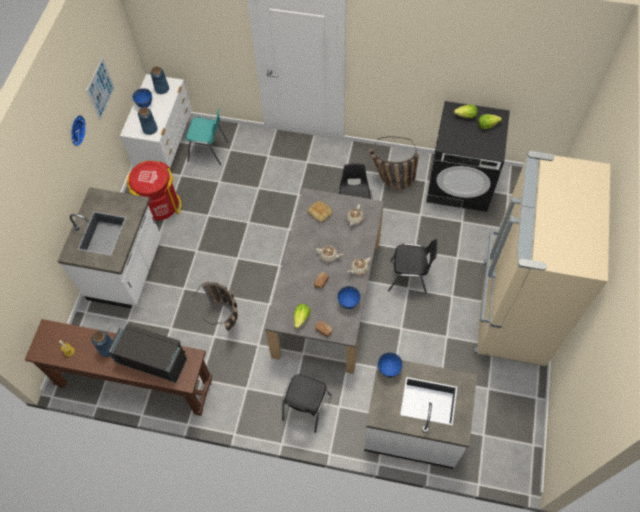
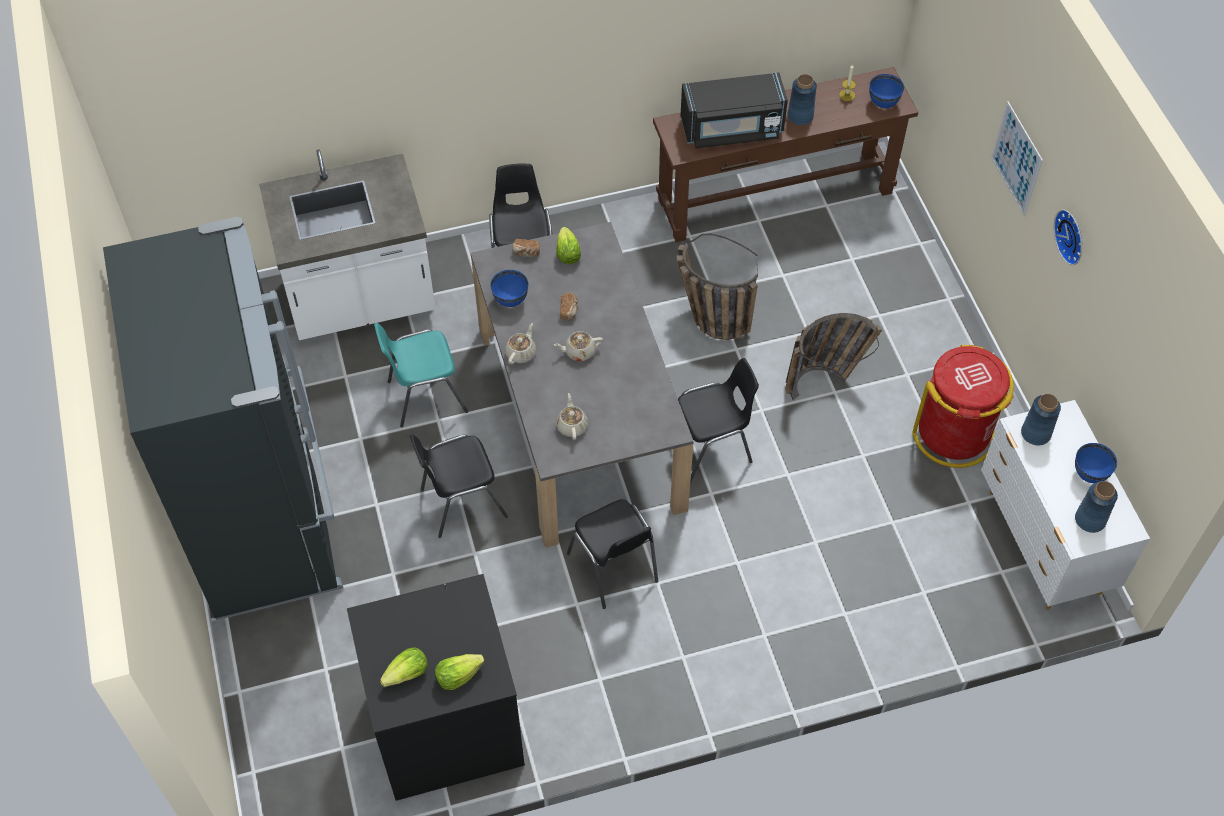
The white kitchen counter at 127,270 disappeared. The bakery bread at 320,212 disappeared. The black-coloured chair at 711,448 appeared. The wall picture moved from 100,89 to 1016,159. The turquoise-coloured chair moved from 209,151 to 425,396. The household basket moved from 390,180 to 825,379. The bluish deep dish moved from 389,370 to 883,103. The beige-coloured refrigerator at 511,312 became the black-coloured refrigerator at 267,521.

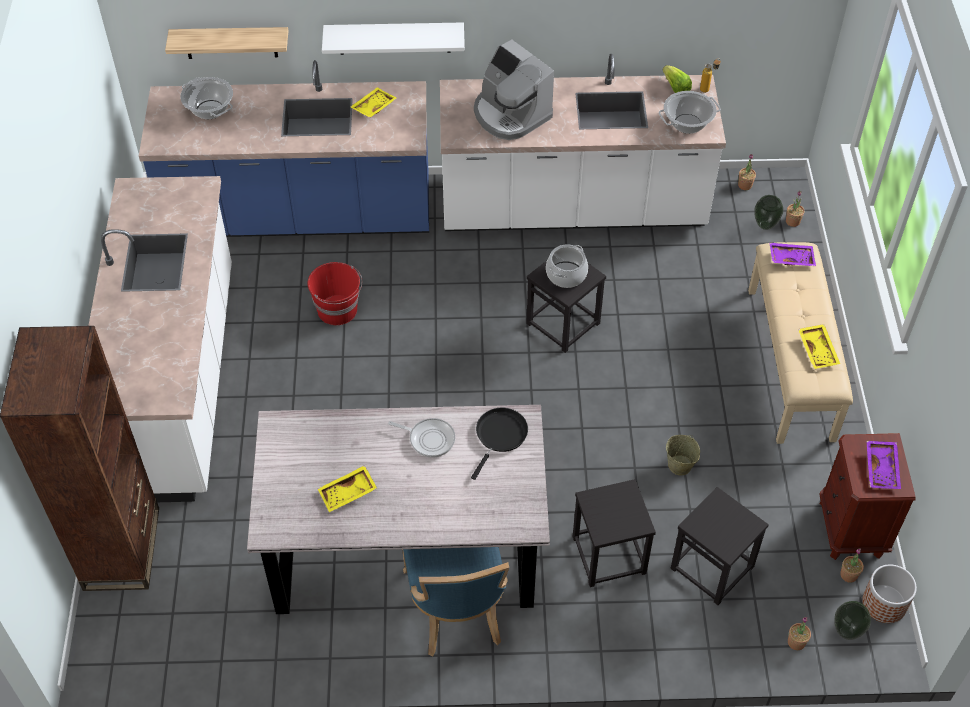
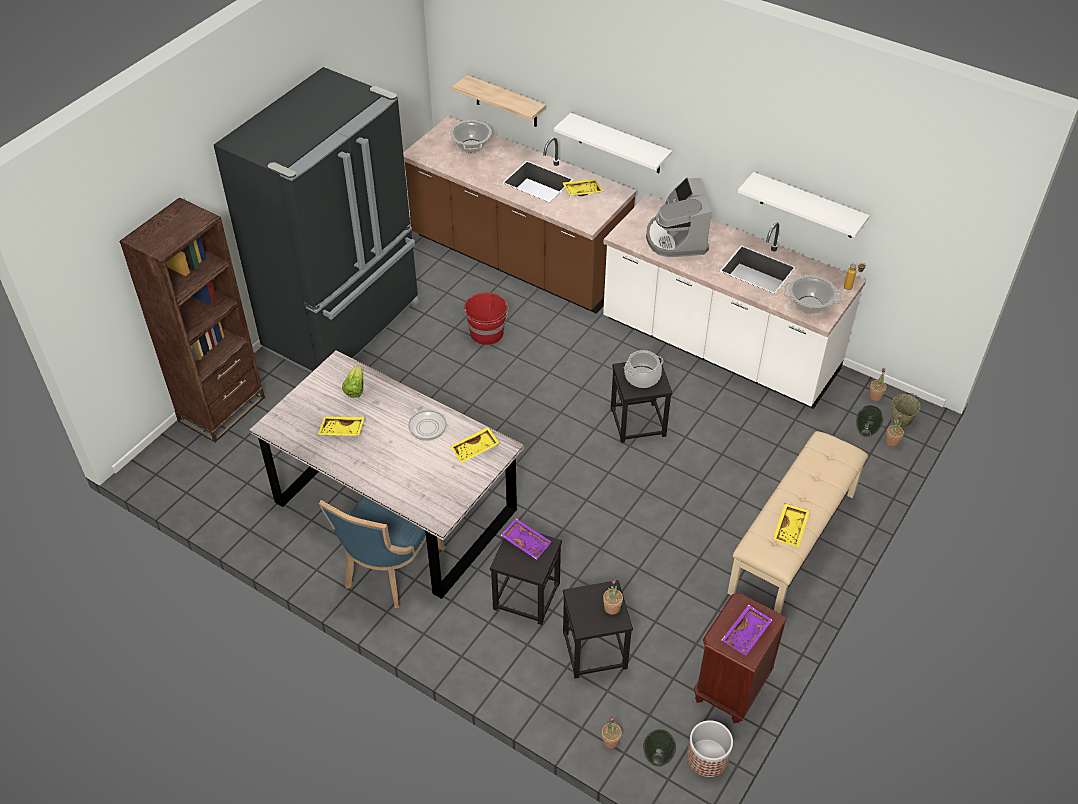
The white shelf at 807,206 appeared. The head of lettuce moved from 675,88 to 355,388. The beige-coloured bucket moved from 680,465 to 901,421. The purple tray moved from 791,258 to 526,542. The plant in a pot moved from 848,575 to 612,608. The white kitchen counter at 177,381 was replaced by the black-coloured refrigerator at 345,326. The black-coloured pan at 500,436 was replaced by the yellow tray at 475,449. The bluish kitchen counter at 300,214 became the brown-coloured kitchen counter at 517,260.

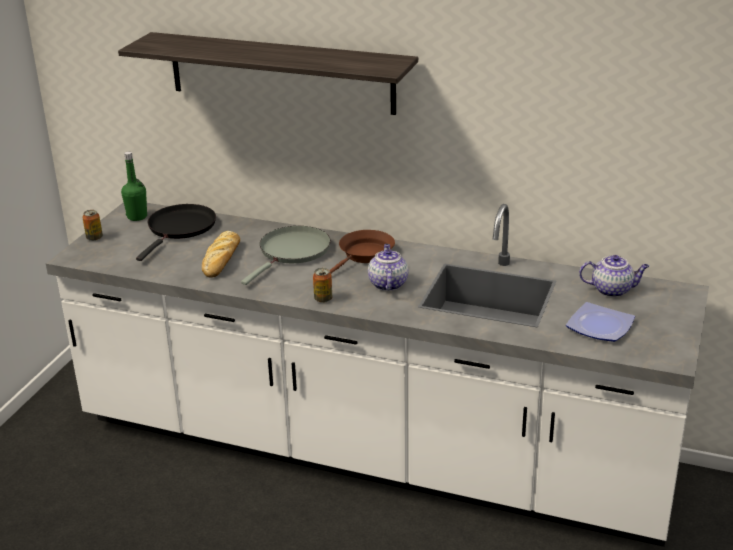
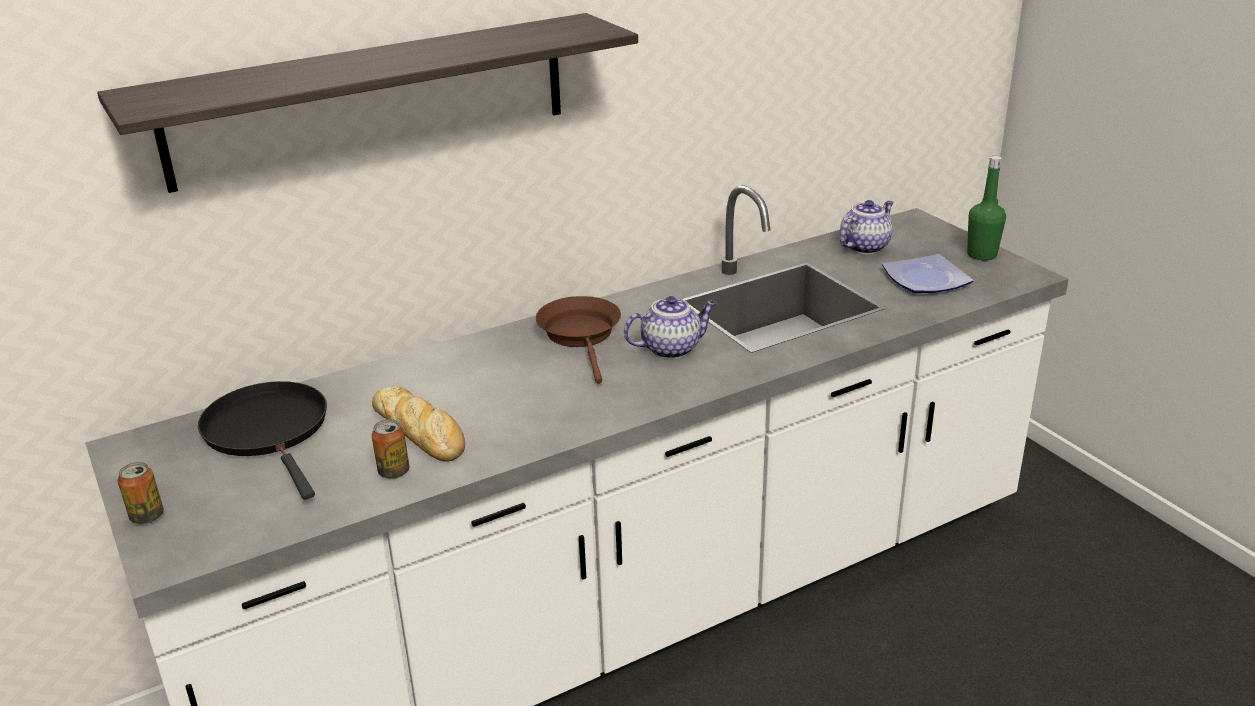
The greyish pan at 292,252 disappeared. The greenish beverage bottle moved from 137,217 to 981,255. The sealed can moved from 323,299 to 393,472. The teapot at 387,284 turned 120 degrees clockwise.

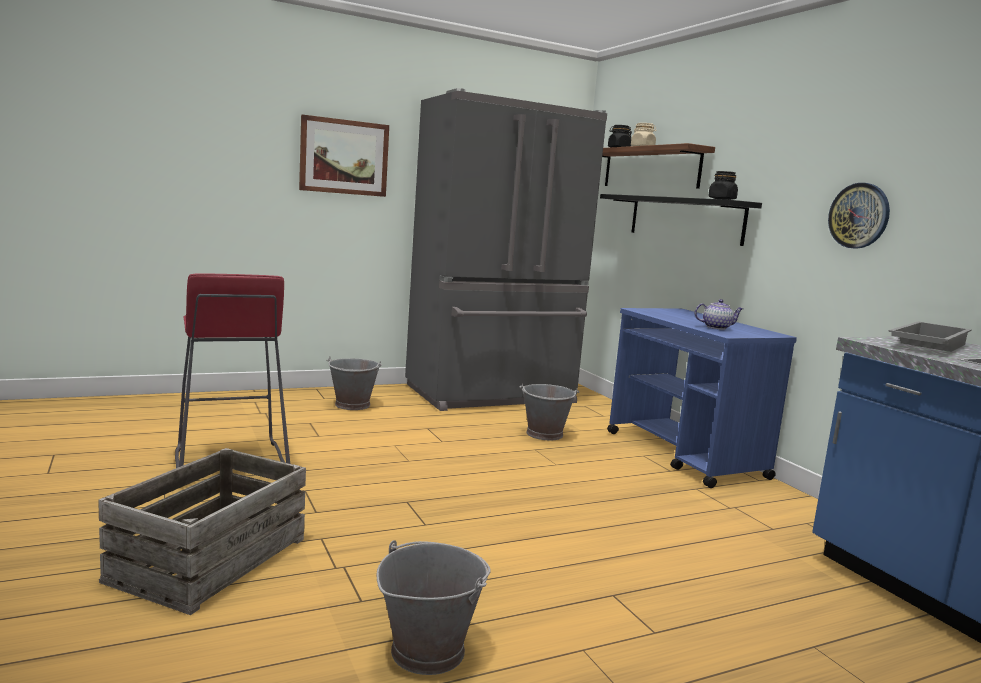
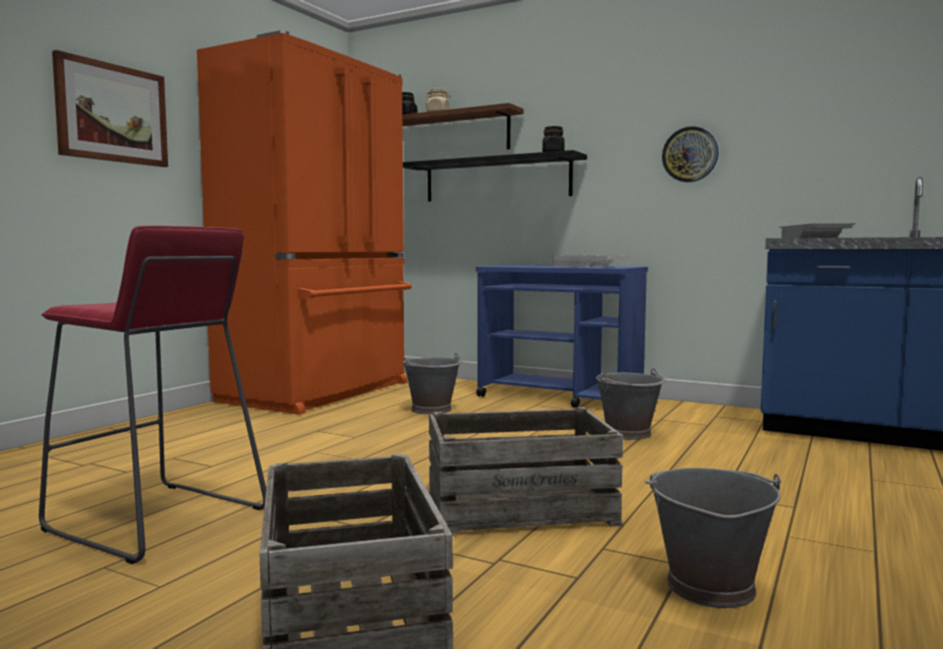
The crate at 519,507 appeared. The greyish bucket moved from 353,405 to 628,433. The teapot at 716,327 was replaced by the white tray at 588,266. The greyish refrigerator at 492,395 became the orangey refrigerator at 320,393.

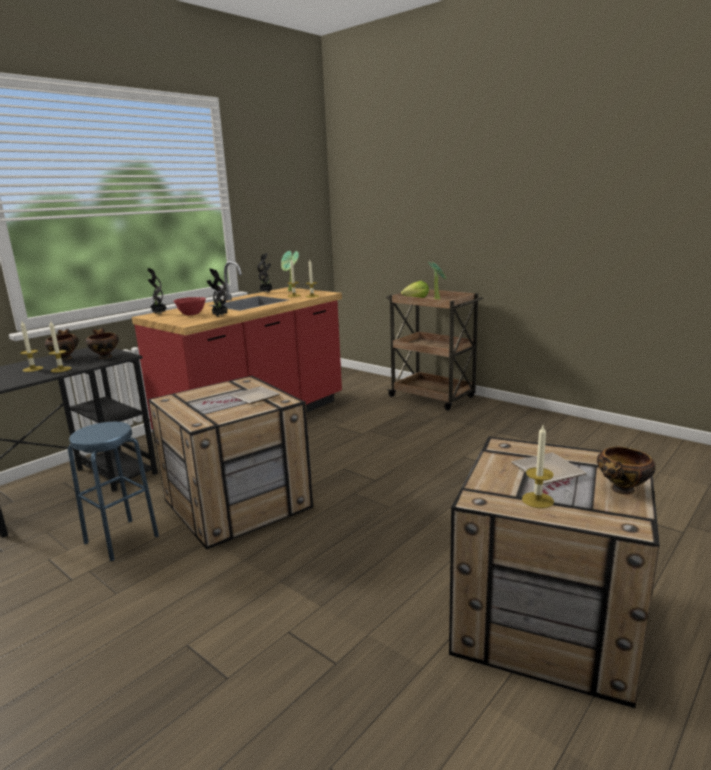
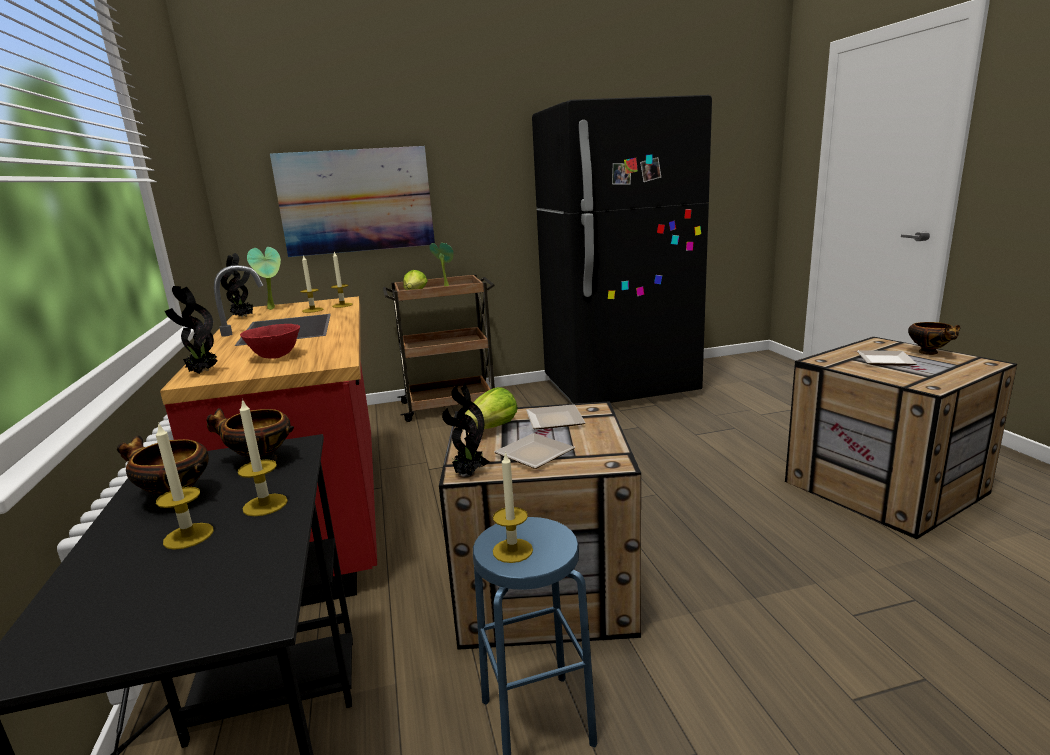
The wall picture at 356,201 appeared. The head of lettuce at 492,429 appeared. The plate at 531,454 appeared. The black-coloured refrigerator at 619,388 appeared. The plant in a pot moved from 219,316 to 469,474. The candle moved from 537,500 to 512,550.

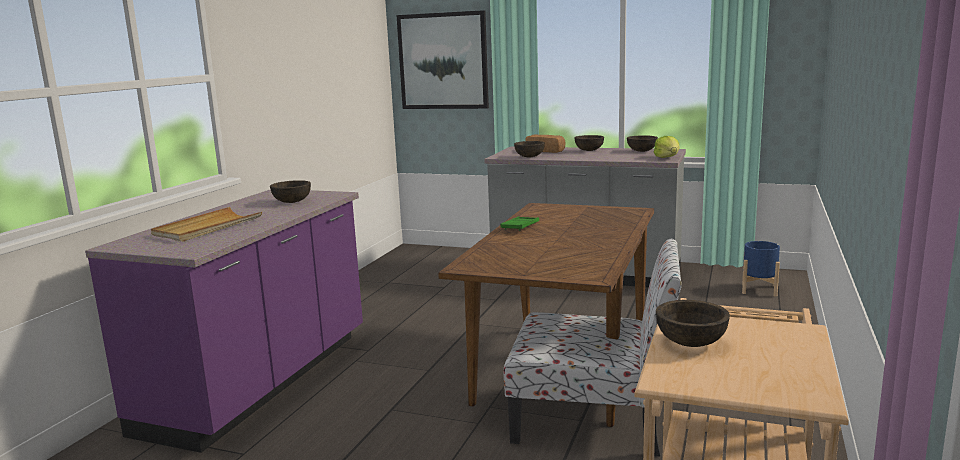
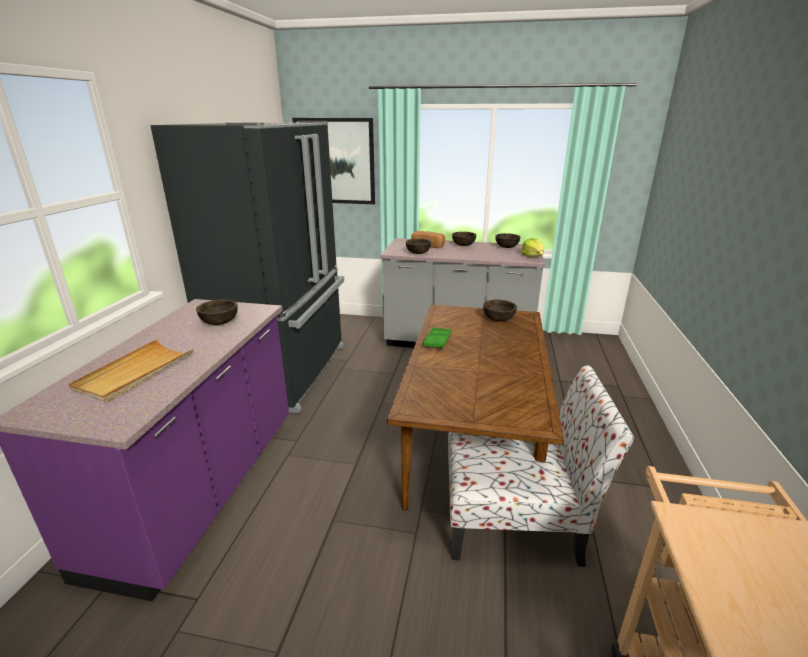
The bluish flower pot at 759,289 disappeared. The black-coloured refrigerator at 287,372 appeared. The brown-coloured deep dish moved from 690,342 to 498,319.

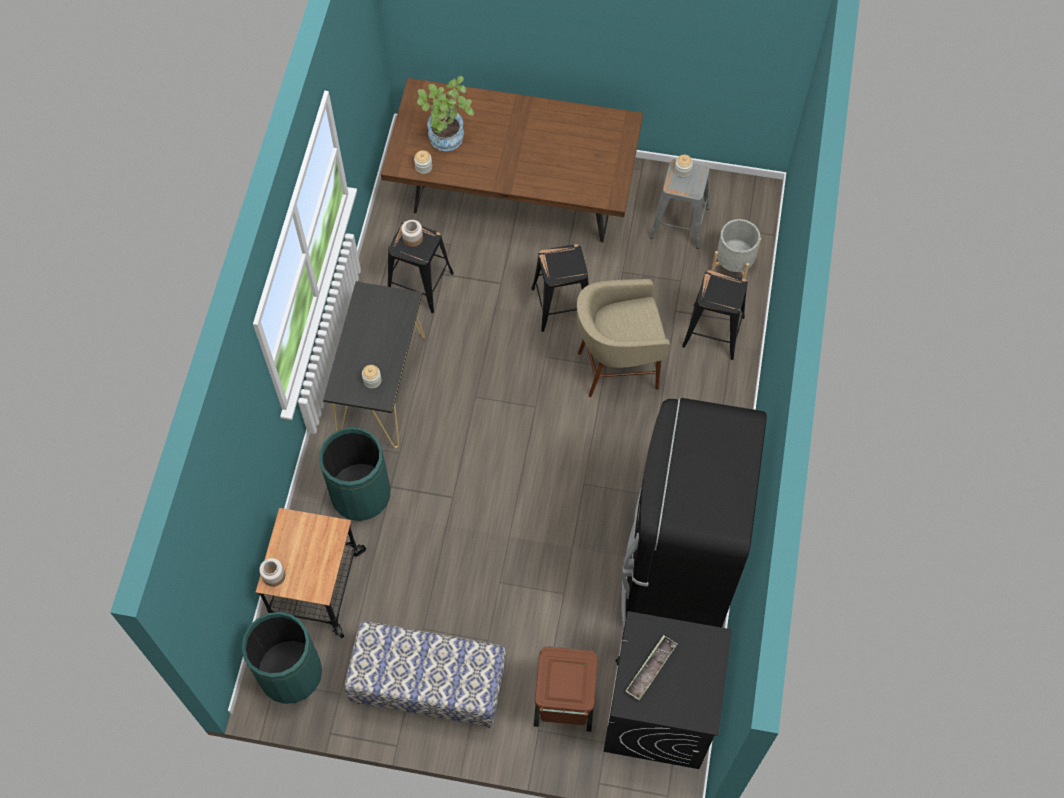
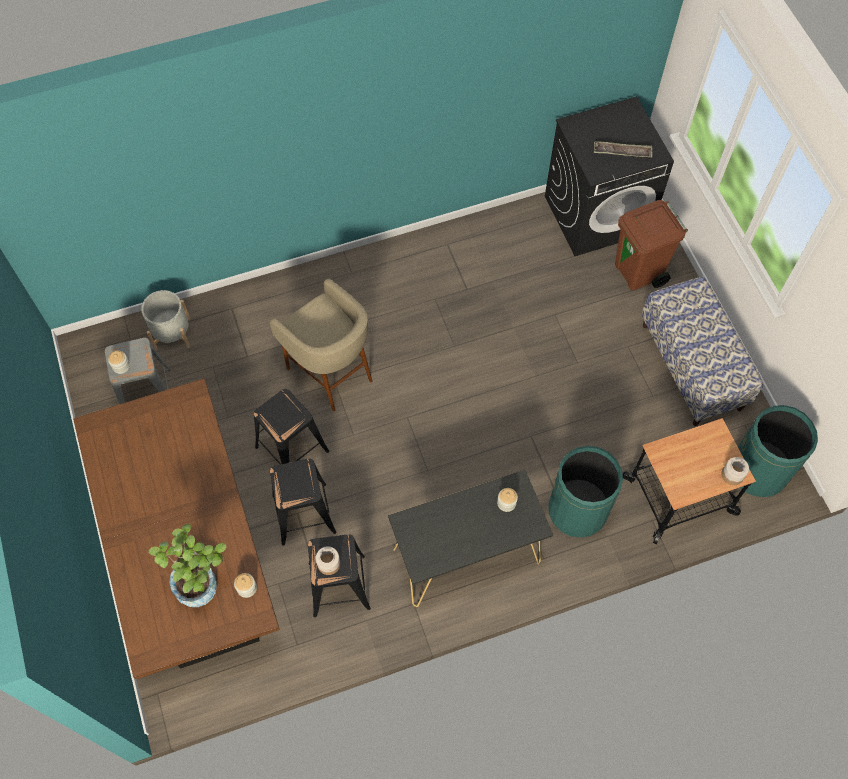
The black-coloured refrigerator at 675,571 disappeared. The black-coloured stool seat moved from 713,332 to 304,513.

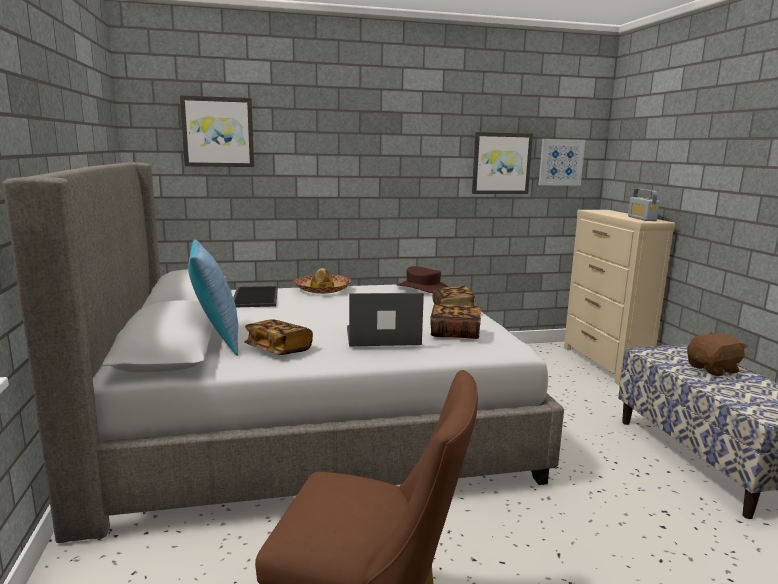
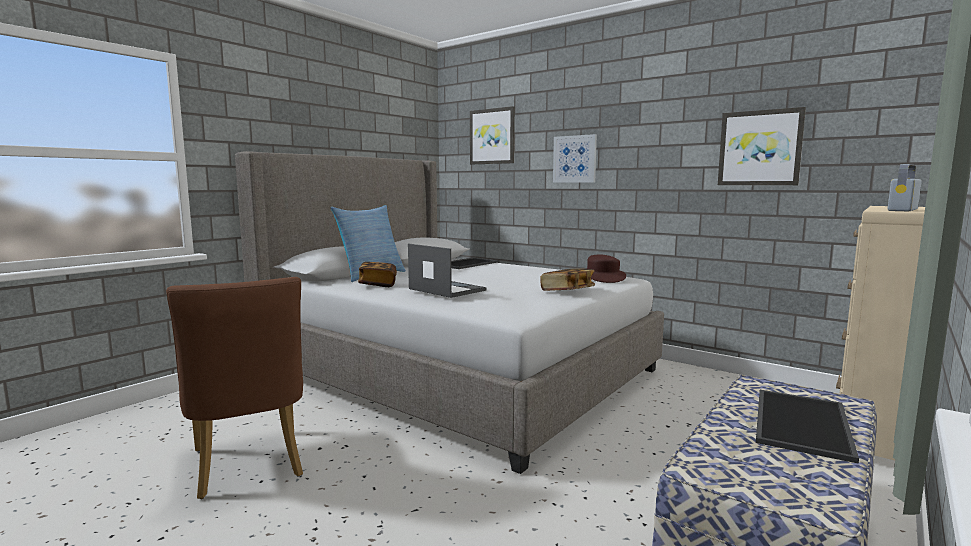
The hat at 322,290 disappeared. The book at 455,333 disappeared. The wall picture moved from 561,162 to 575,159. The brown-coloured plush toy at 713,369 was replaced by the tray at 799,422.

